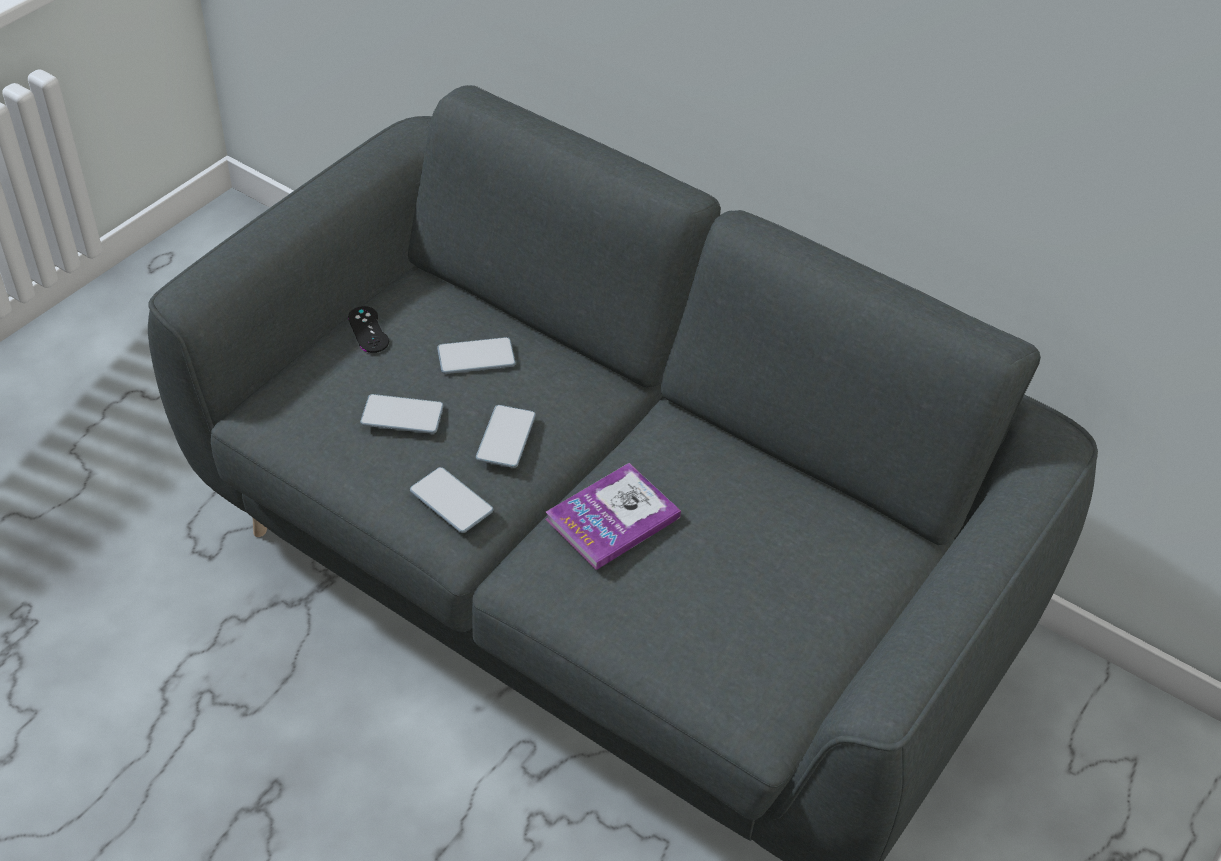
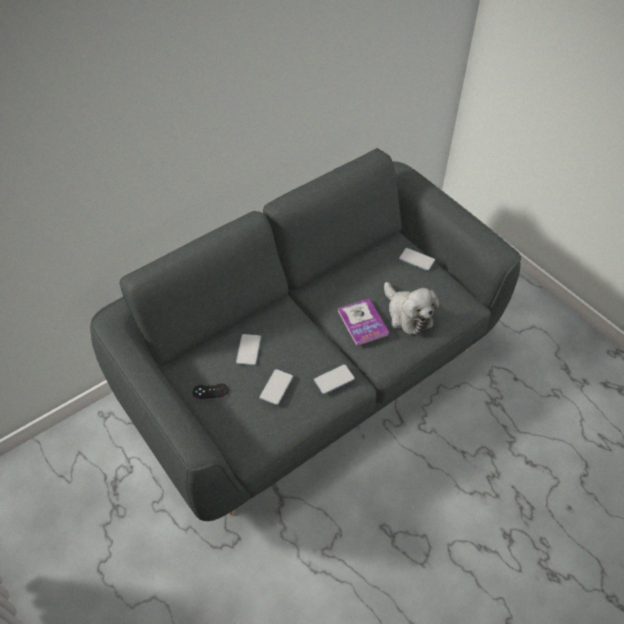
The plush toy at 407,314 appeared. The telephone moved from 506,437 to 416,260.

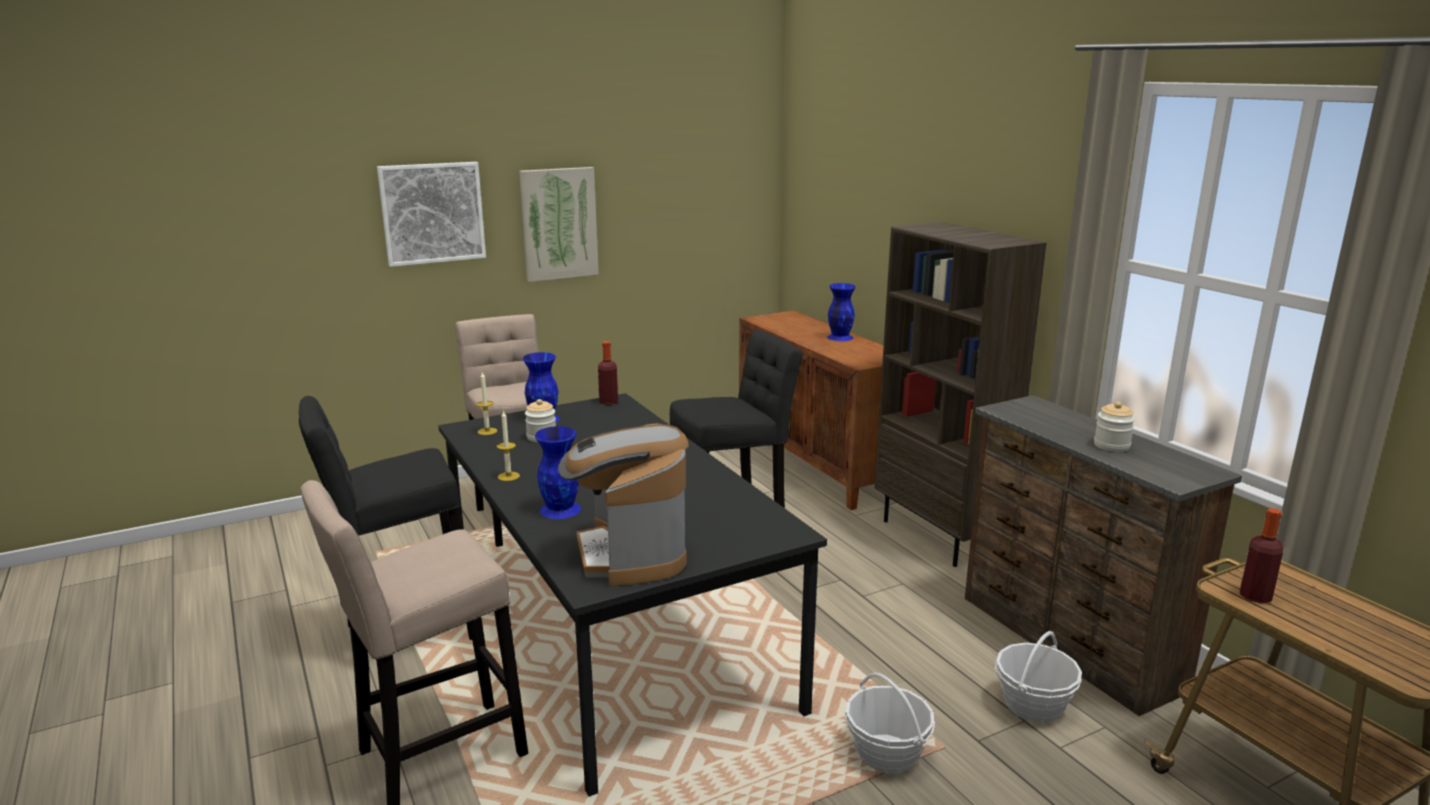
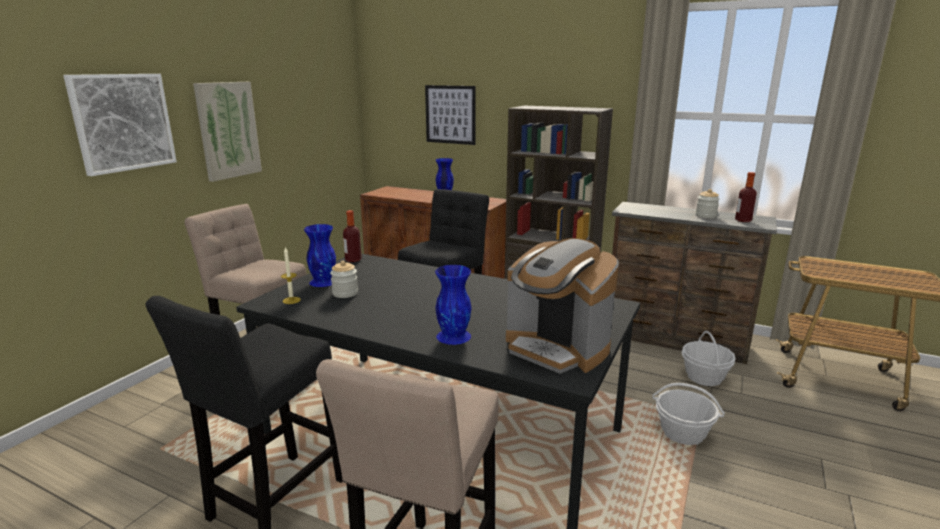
The candle at 508,476 disappeared. The wall picture at 450,114 appeared. The beverage bottle moved from 1255,596 to 743,220.

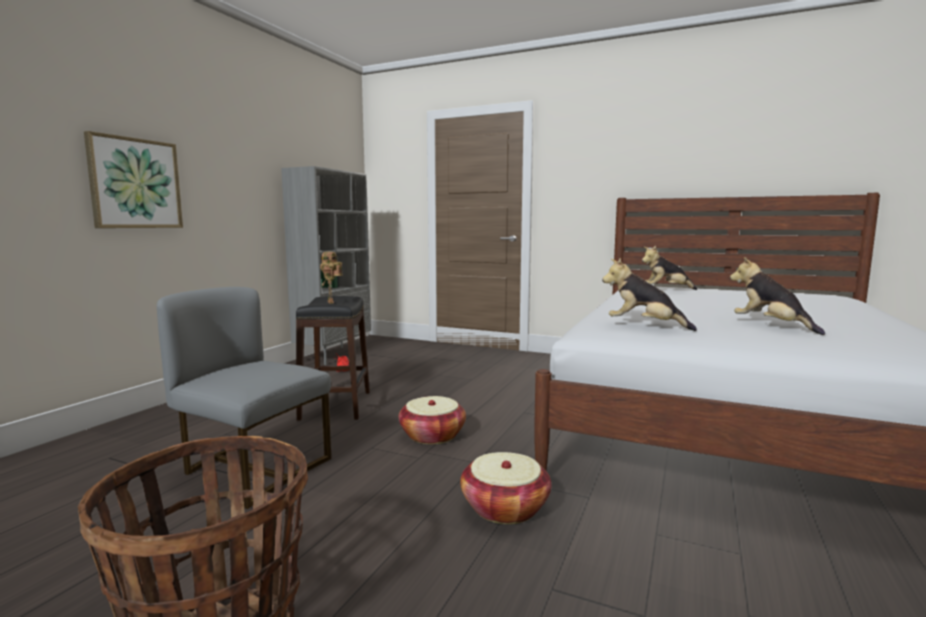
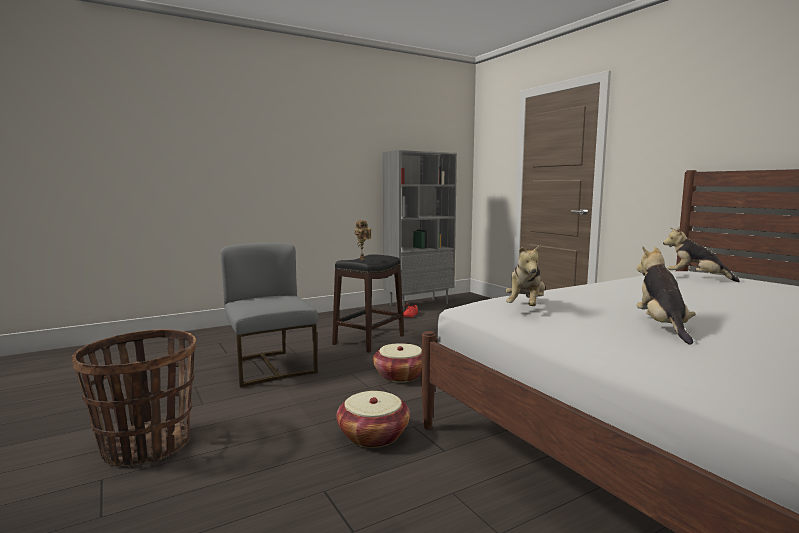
The wall picture at 135,183 disappeared. The plush toy at 644,326 turned 135 degrees counterclockwise.

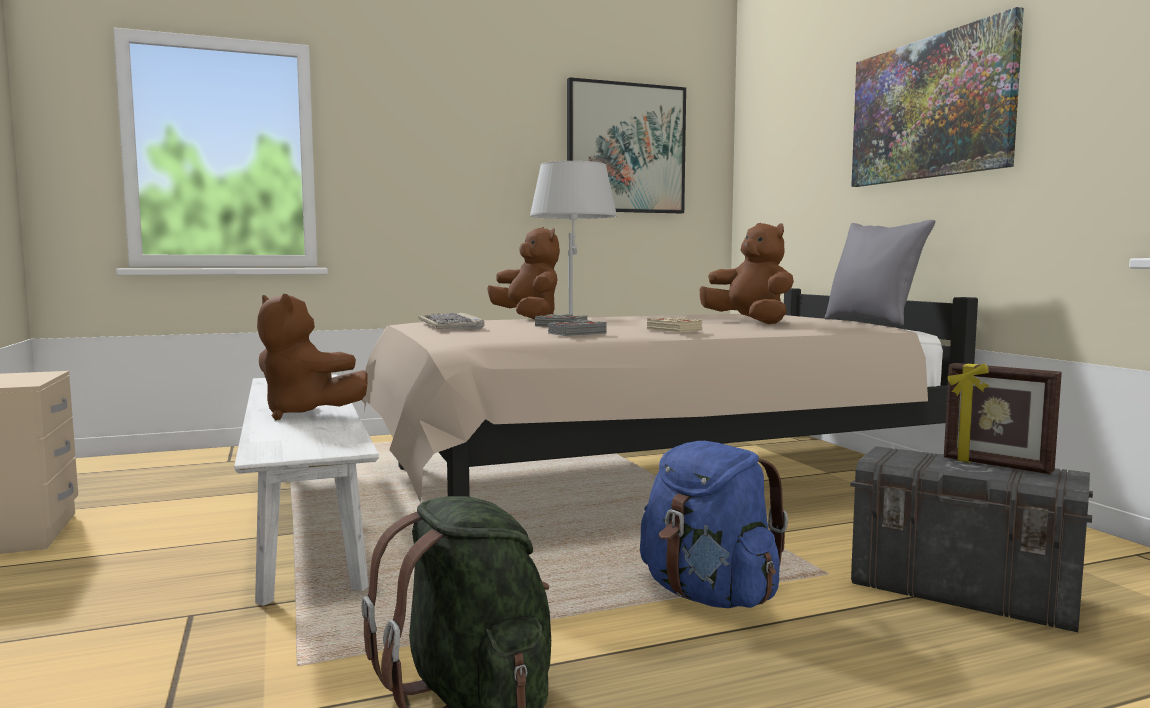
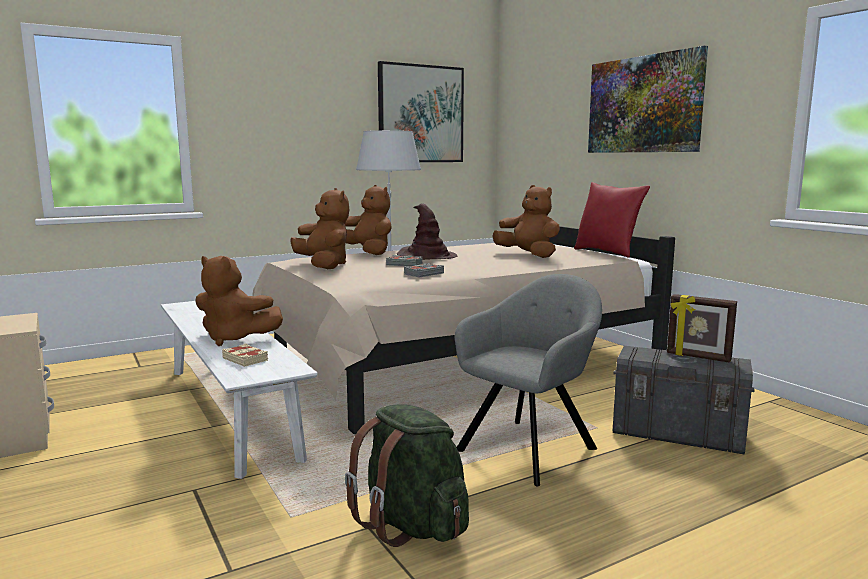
The brown-coloured hat at 426,256 appeared. The beige-coloured book moved from 674,330 to 245,359. The computer keyboard at 450,326 was replaced by the brown-coloured plush toy at 324,266. The bluish backpack at 709,595 was replaced by the greyish easy chair at 529,448. The greyish throw pillow at 873,322 became the red throw pillow at 607,252.

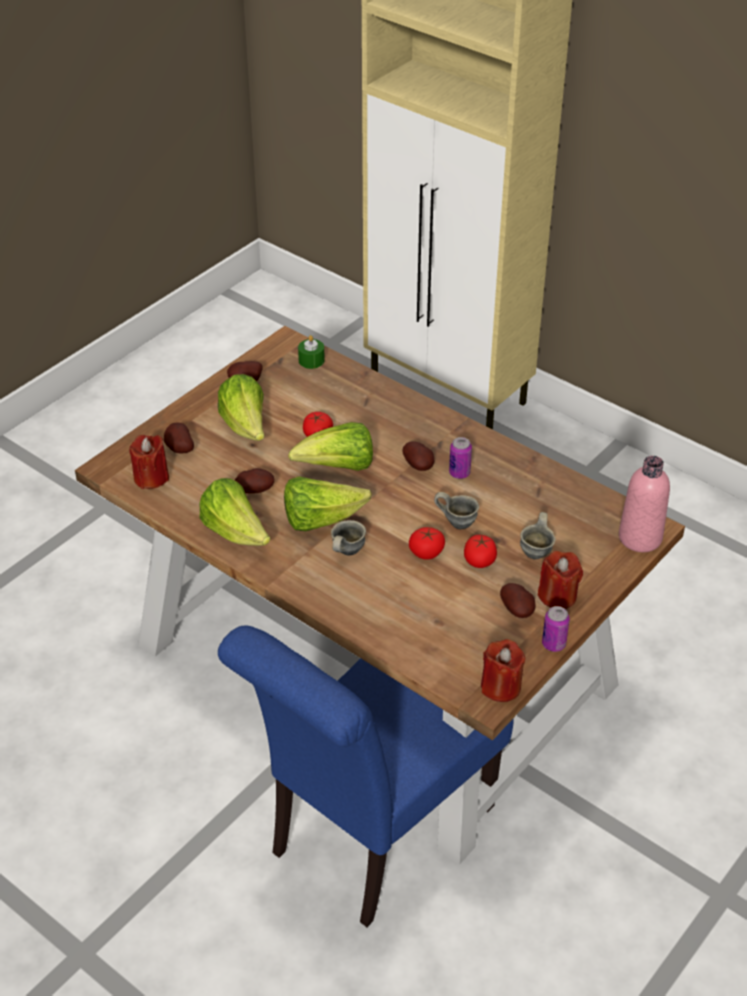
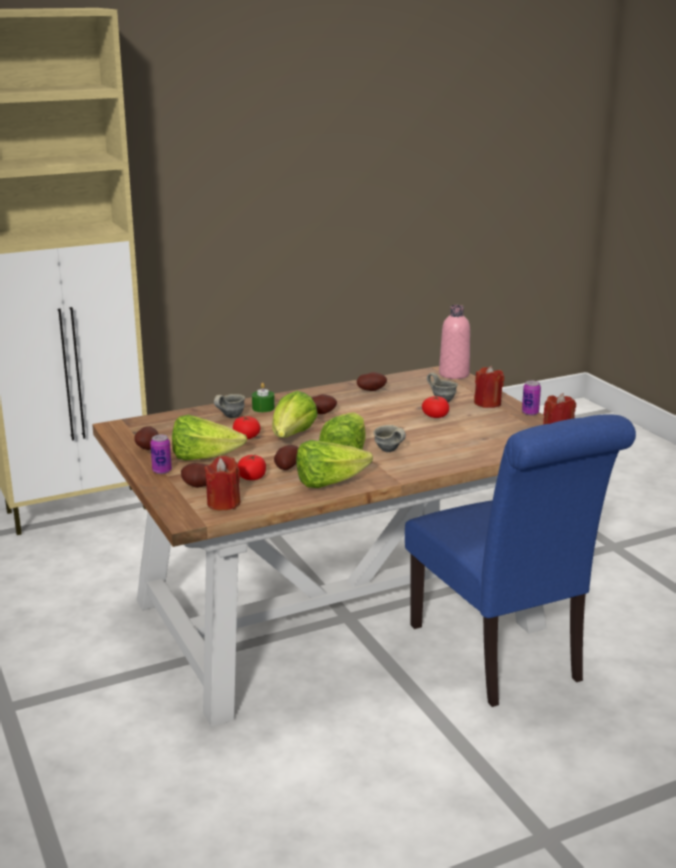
The greenish candle moved from 311,360 to 263,408. The tomato moved from 426,552 to 252,477. The greyish tea mug moved from 457,522 to 229,417. The sealed can moved from 459,473 to 162,471. The whole potato moved from 518,611 to 371,390.

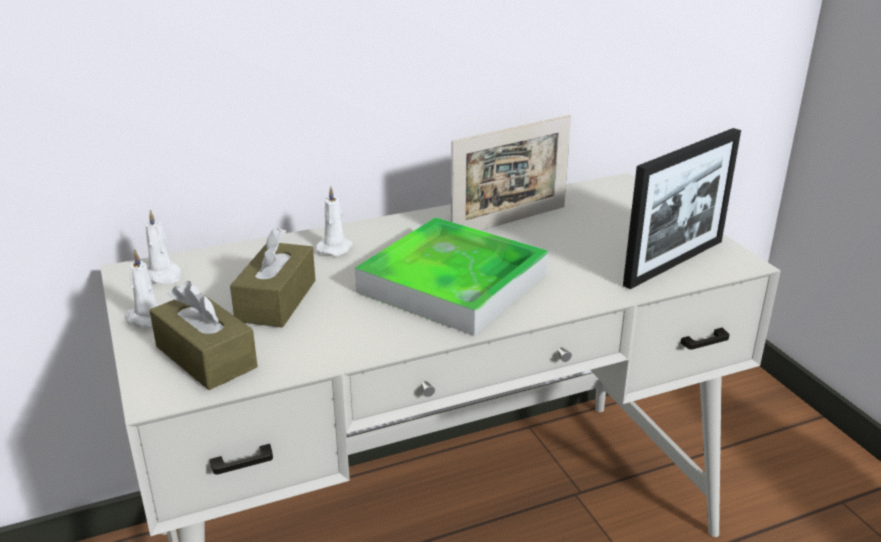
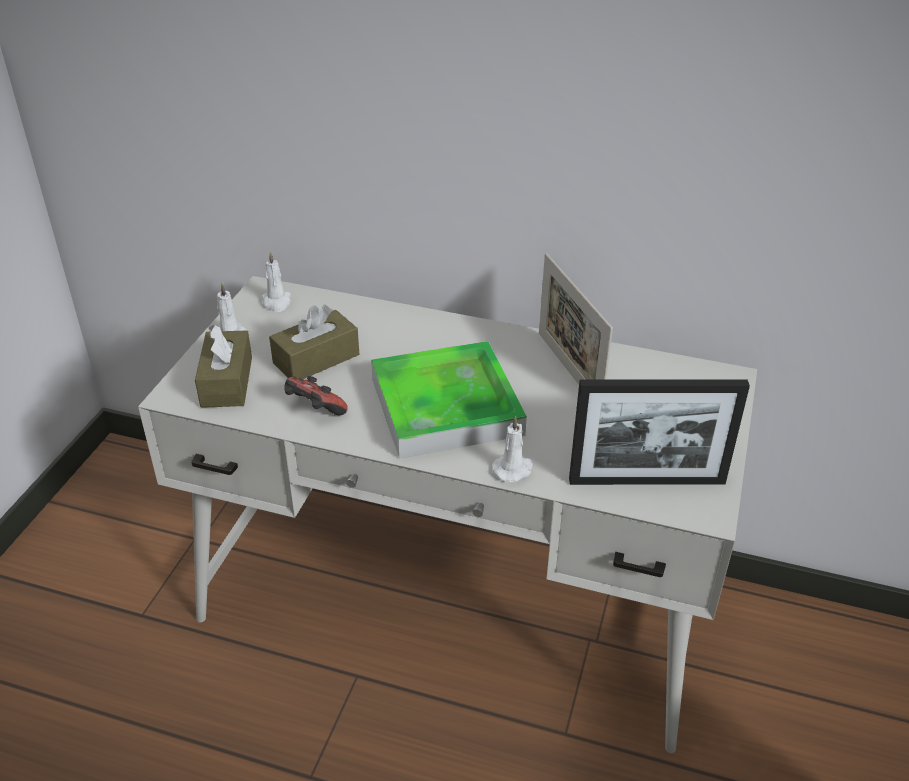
The joypad at 314,410 appeared. The white candle moved from 335,247 to 513,469. The photo frame at 509,222 turned 60 degrees clockwise.

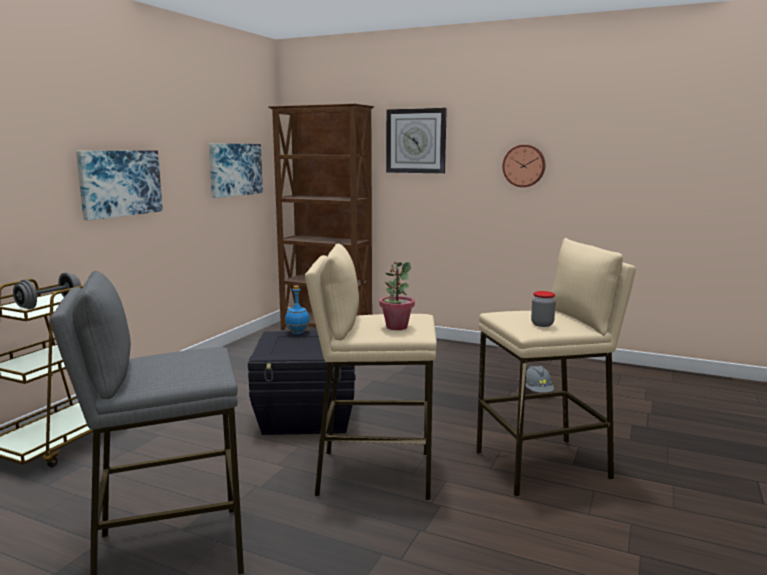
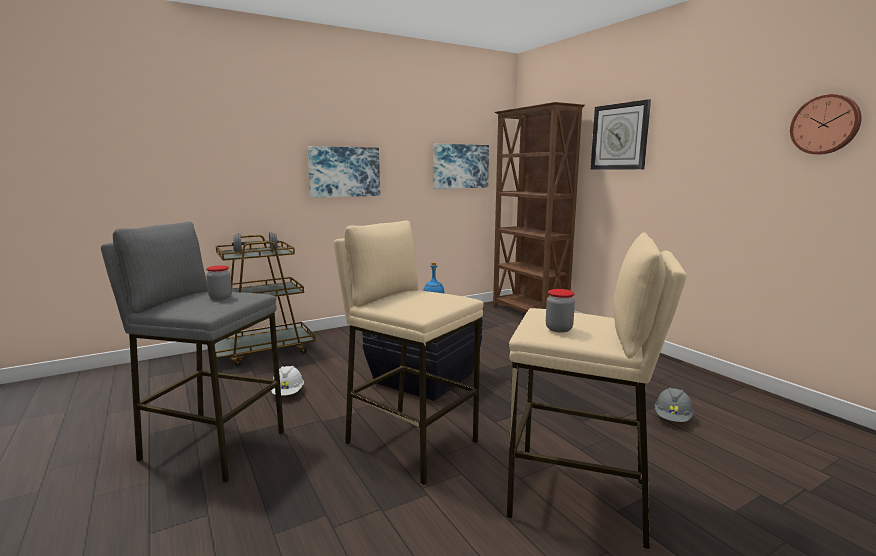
The plant in a pot at 396,327 disappeared. The preserve jar at 220,297 appeared. The white work helmet at 288,393 appeared. The clock on the wall moved from 524,165 to 825,125.

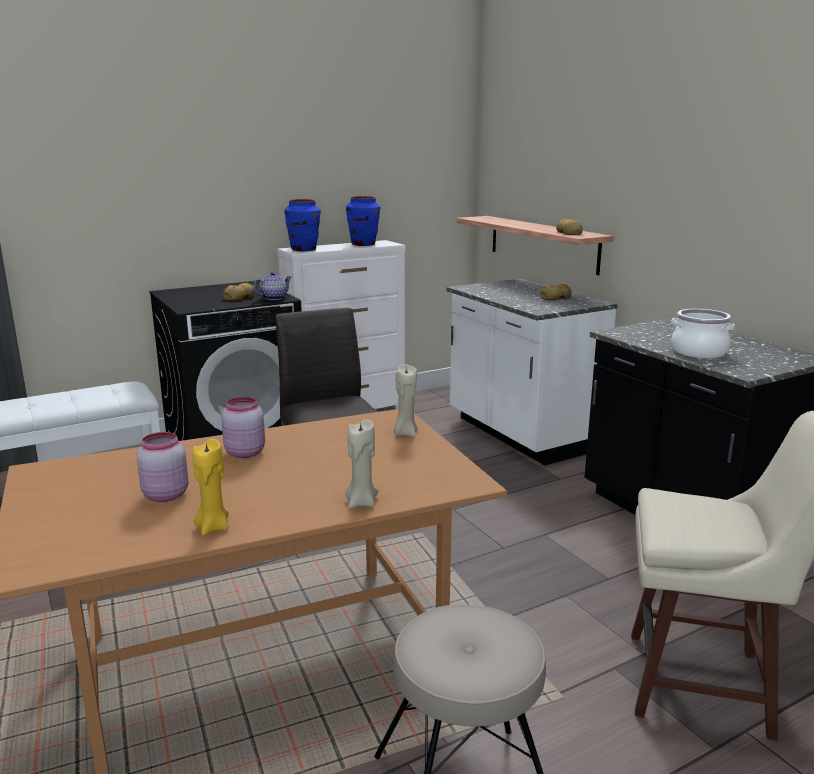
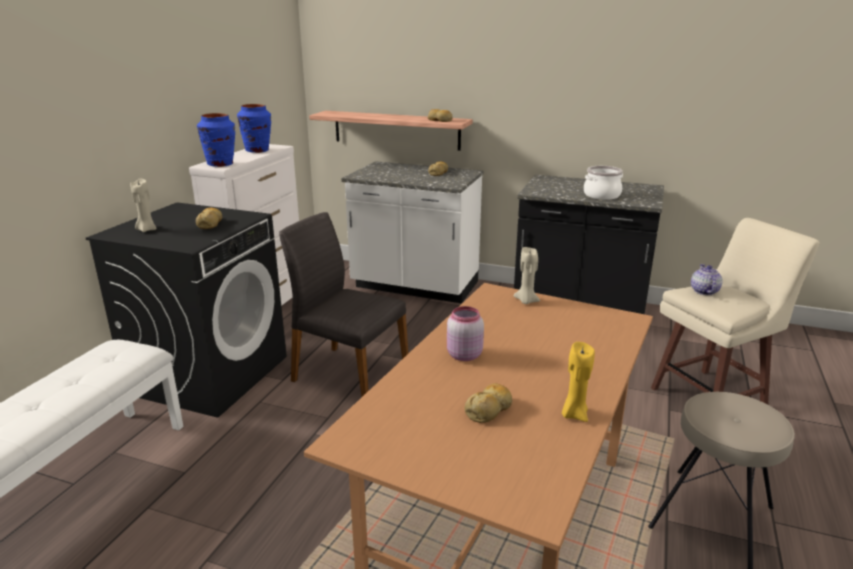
The teapot moved from 273,298 to 703,291. The beige-coloured candle moved from 361,502 to 146,230. The pink-coloured preserve jar at 165,495 was replaced by the bakery bread at 489,409.

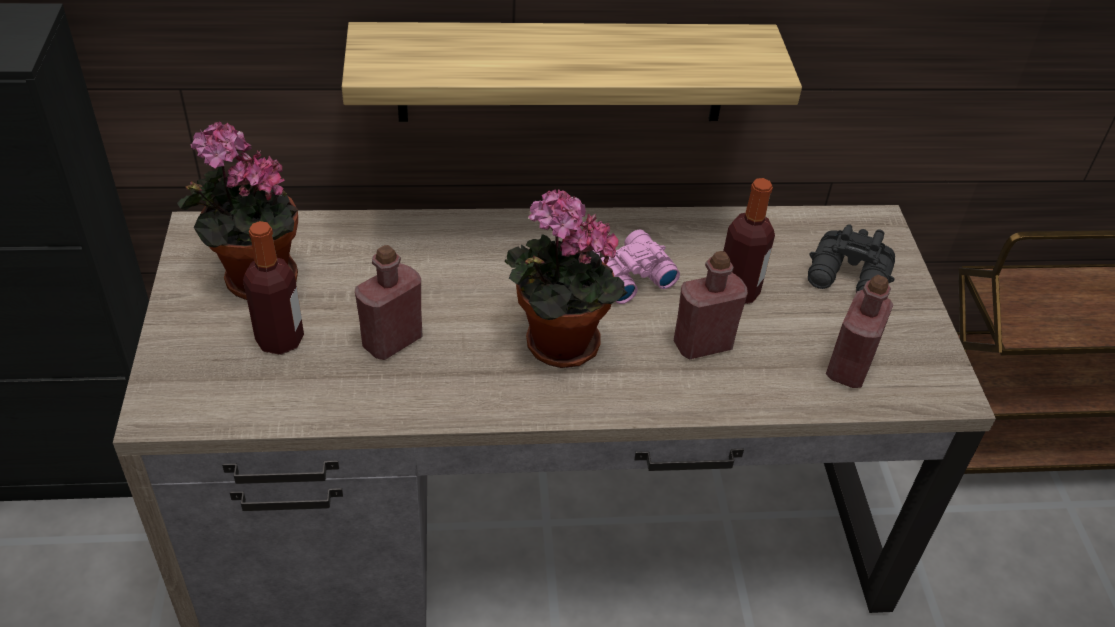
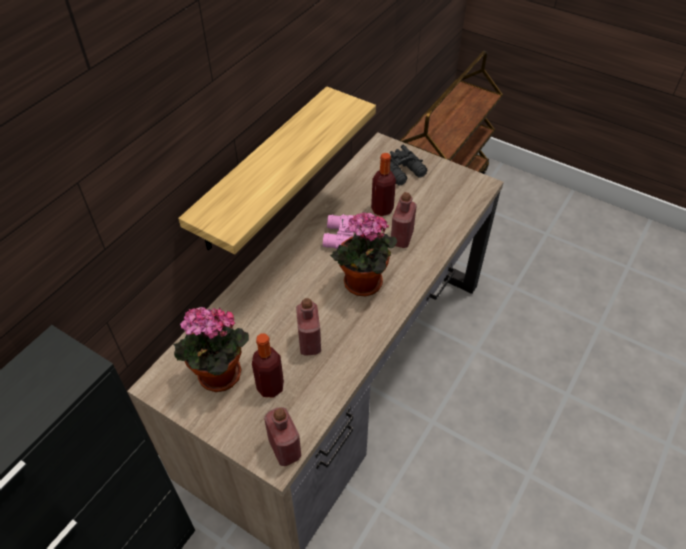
The red beverage bottle moved from 849,368 to 285,449.

